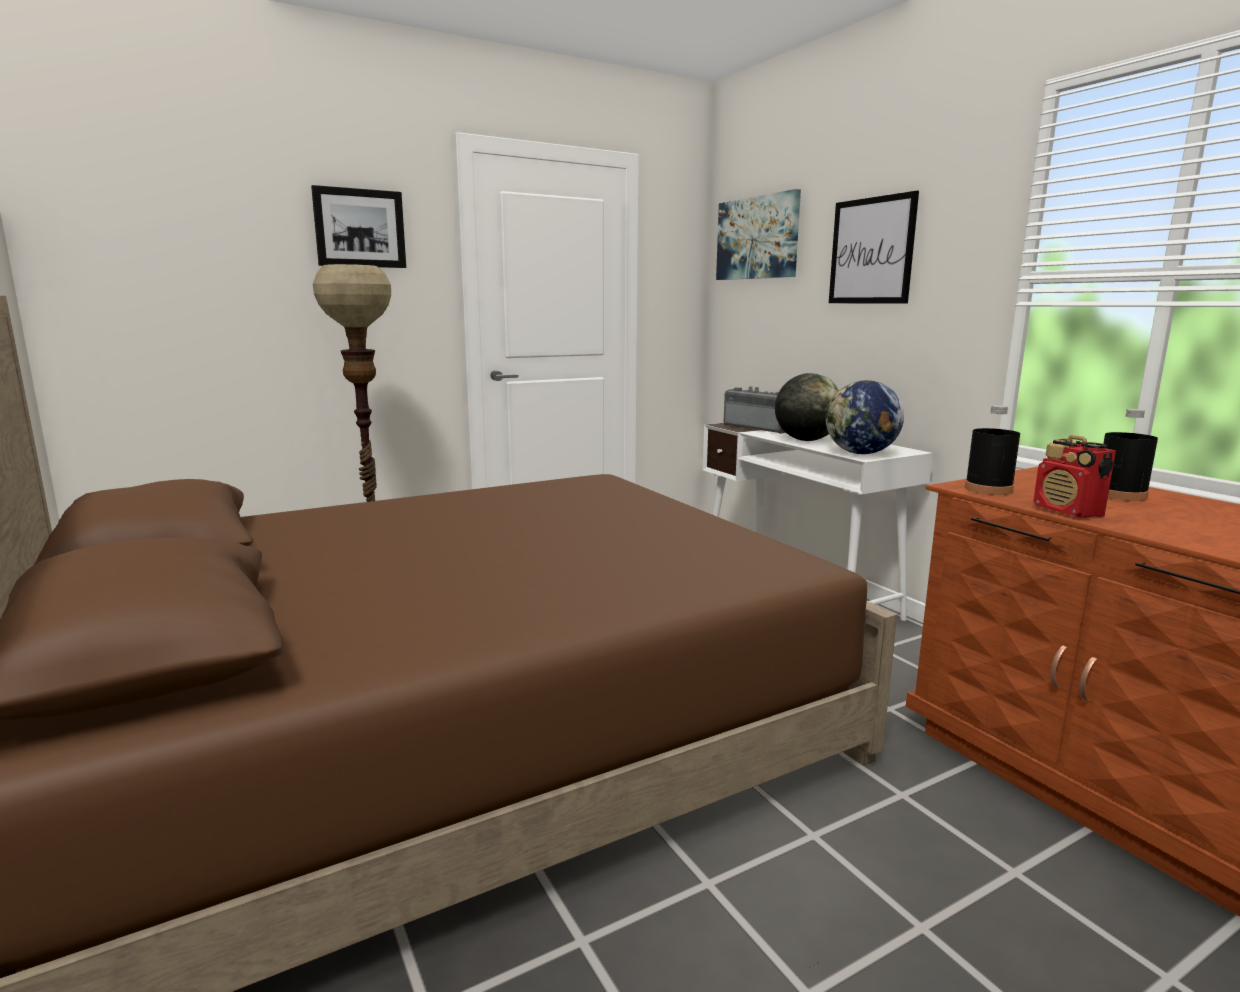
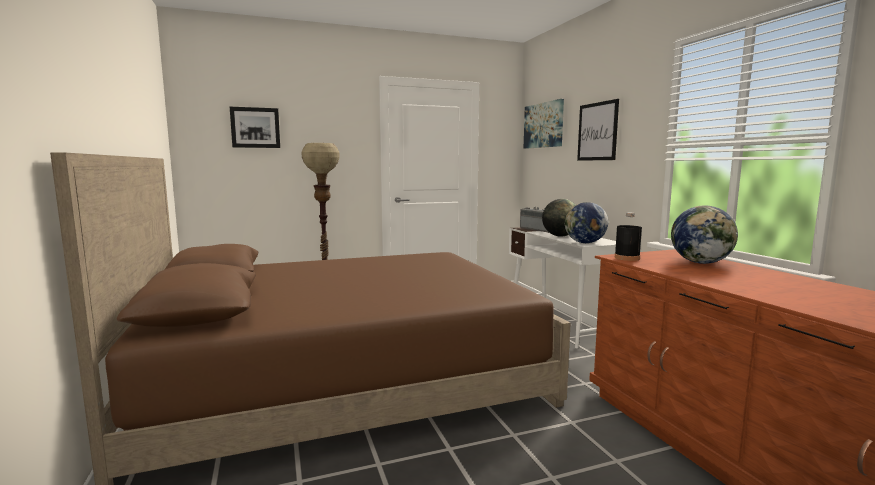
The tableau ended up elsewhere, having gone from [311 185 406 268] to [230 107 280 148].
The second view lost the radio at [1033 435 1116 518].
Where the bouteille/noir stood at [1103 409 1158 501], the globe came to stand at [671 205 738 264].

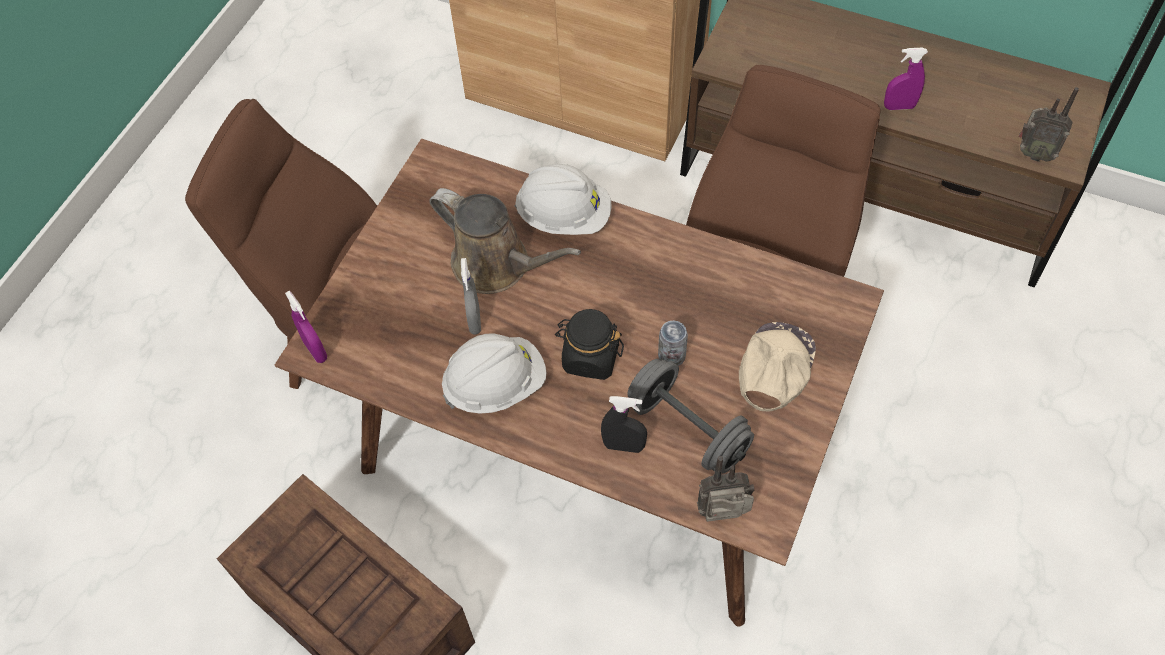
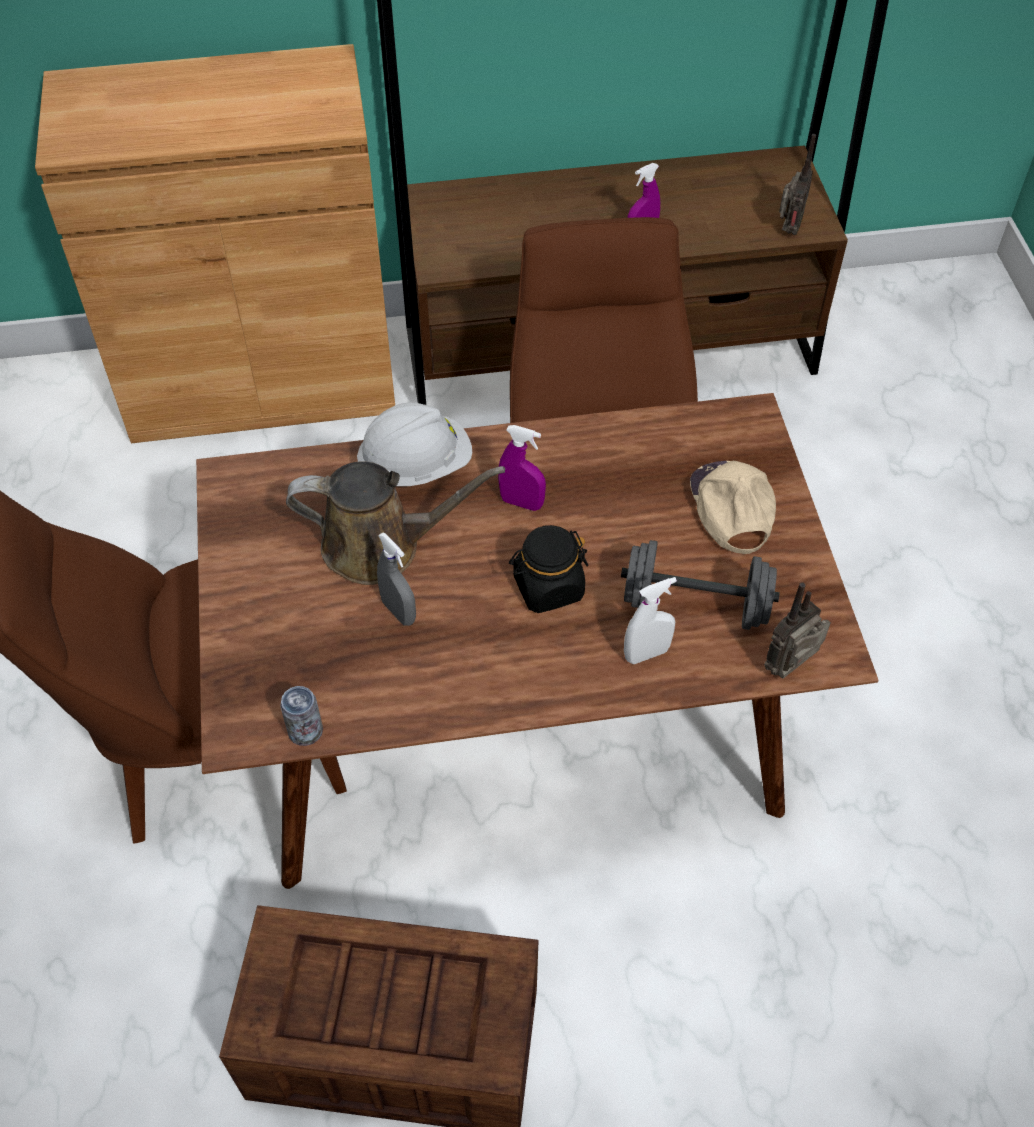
The vaporisateur/violet ended up elsewhere, having gone from [285 290 327 363] to [498 425 546 511].
The second view lost the casque de chantier/blanc at [442 334 546 414].
What was the vaporisateur/noir at [601 396 647 453] turned into the vaporisateur/blanc at [624 577 677 664].
The boîte métallique ended up elsewhere, having gone from [658 320 688 366] to [280 686 323 746].
The radio at [1019 87 1079 162] ended up facing another way, 60 degrees counterclockwise from before.

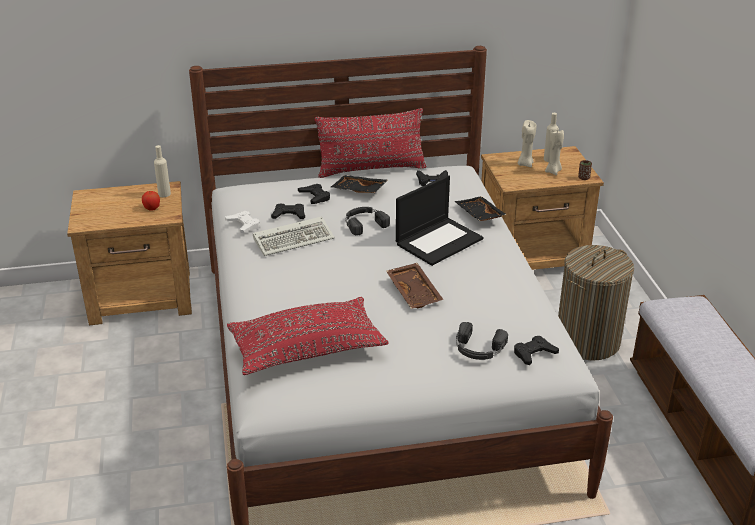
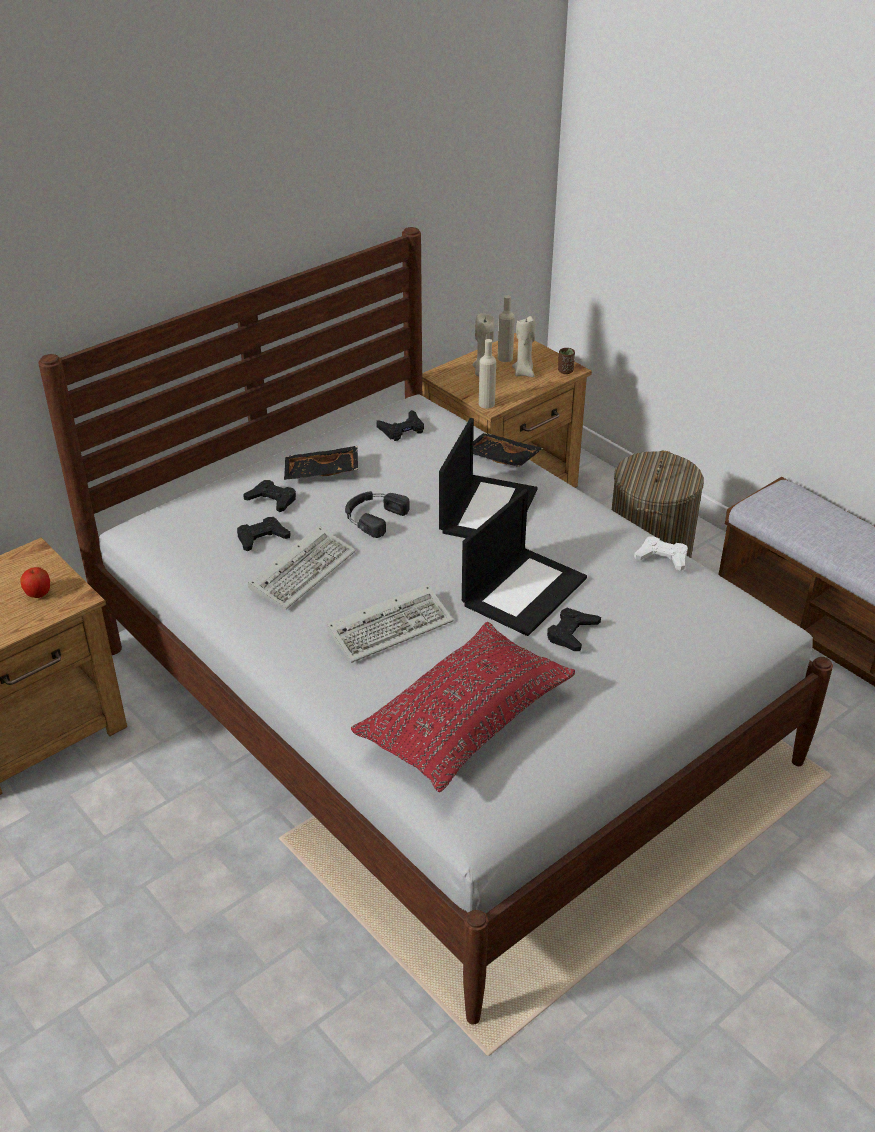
The bouteille/beige ended up elsewhere, having gone from [154 145 171 197] to [479 339 496 408].
The manette/blanc ended up elsewhere, having gone from [225 211 260 233] to [634 536 688 571].
The second view lost the coussin/rouge at [315 108 427 178].
Where the plateau/marron stood at [386 263 444 309], the ordinateur portable came to stand at [462 489 587 636].
The second view lost the casque audio/noir at [456 322 508 360].
The manette/noir ended up elsewhere, having gone from [514 336 559 365] to [547 608 601 651].
The second view gained the clavier at [327 585 454 663].

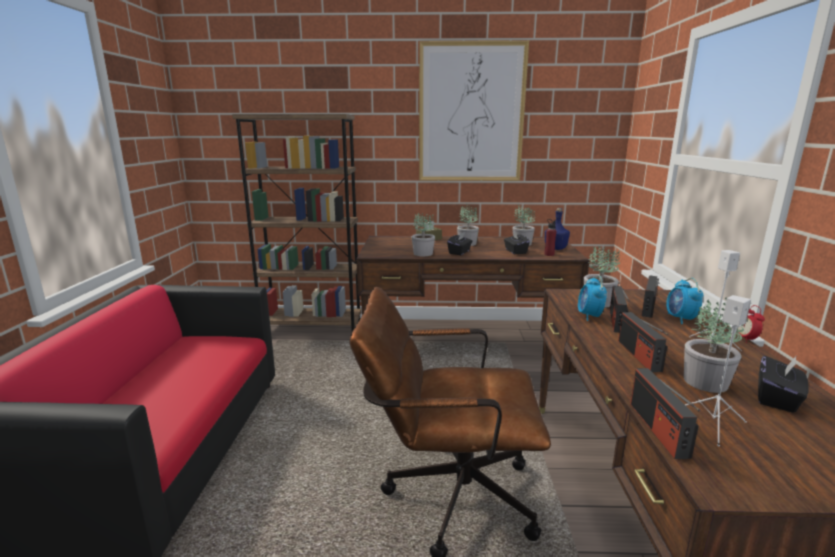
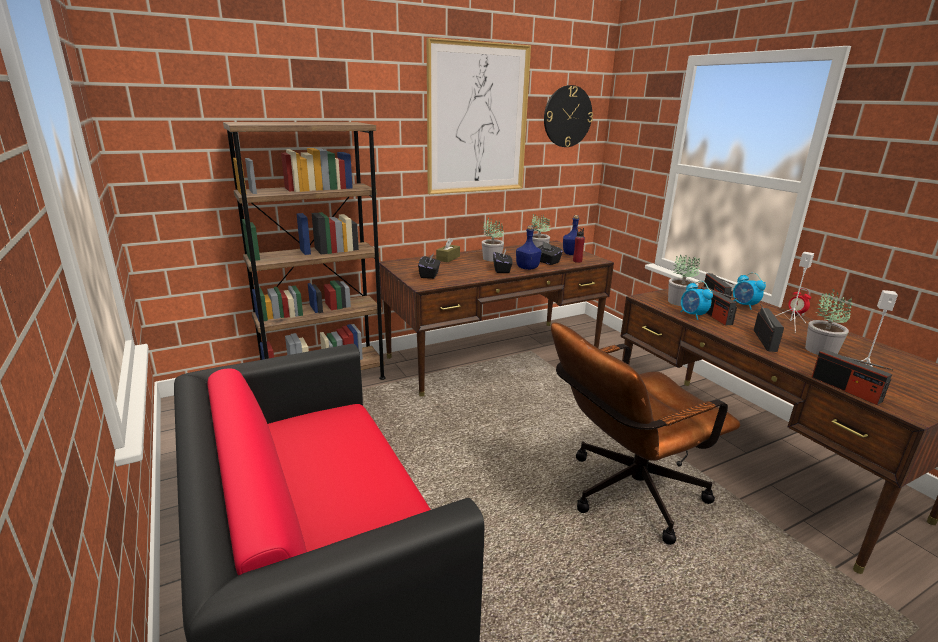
The second view lost the plante en pot at [411 213 435 256].
The radio at [618 312 669 372] ended up facing another way, 135 degrees counterclockwise from before.
The boîte à mouchoirs/noir ended up elsewhere, having gone from [758 356 809 413] to [418 253 441 279].
The second view gained the bouteille/bleu at [516 226 542 270].
The second view gained the horloge murale at [544 85 593 147].

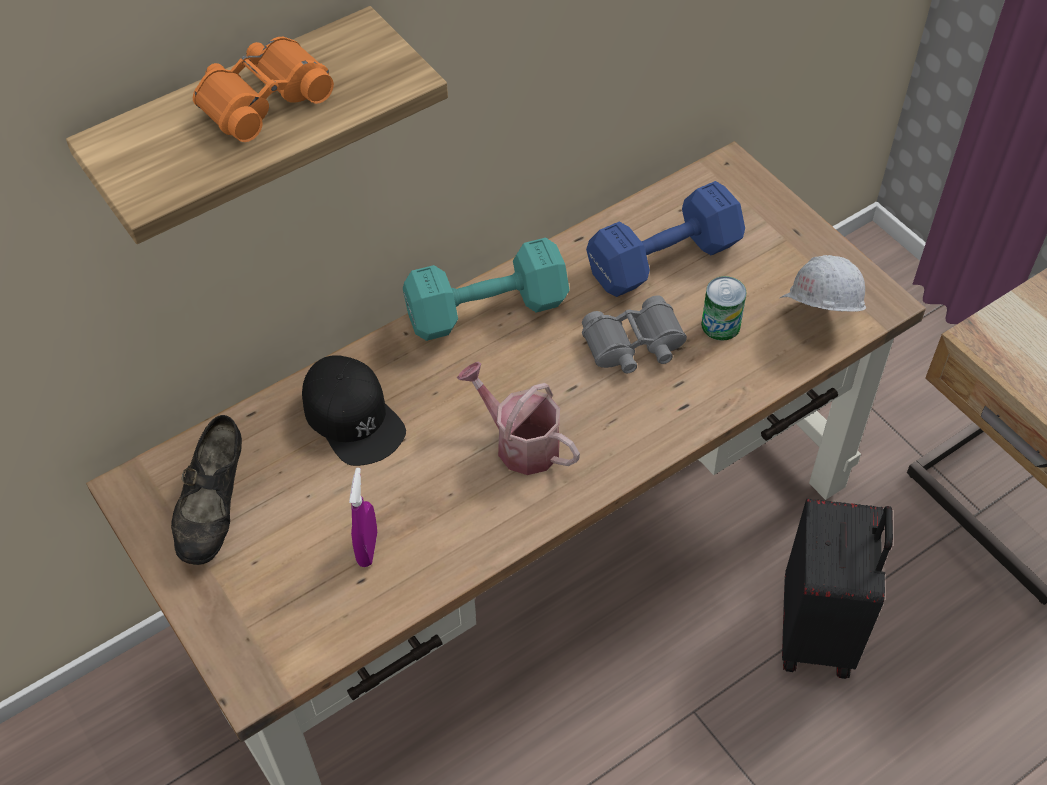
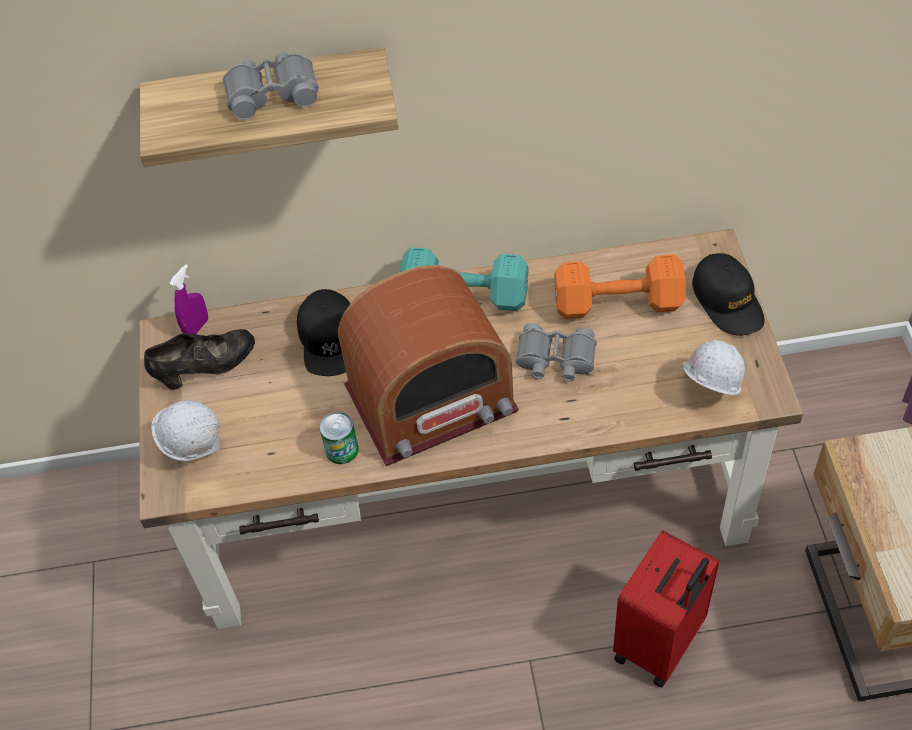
The chaussure/noir at [171 415 242 565] ended up facing another way, 150 degrees counterclockwise from before.
What was the jumelles/orange at [193 37 334 142] turned into the jumelles/gris at [223 52 319 120].
The vaporisateur/violet ended up elsewhere, having gone from [349 468 377 567] to [169 264 208 334].
Where the arrosoir stood at [457 362 580 475], the radio came to stand at [338 265 519 466].
What was the haltère/bleu at [586 181 745 297] turned into the haltère/orange at [554 255 686 319].
The boîte métallique ended up elsewhere, having gone from [701 276 747 341] to [319 412 359 464].
What was the valise/noir at [782 499 893 679] turned into the valise/rouge at [613 530 719 687].
The second view gained the casque de chantier/blanc at [151 401 220 461].
The second view gained the casquette/noir at [692 253 765 336].

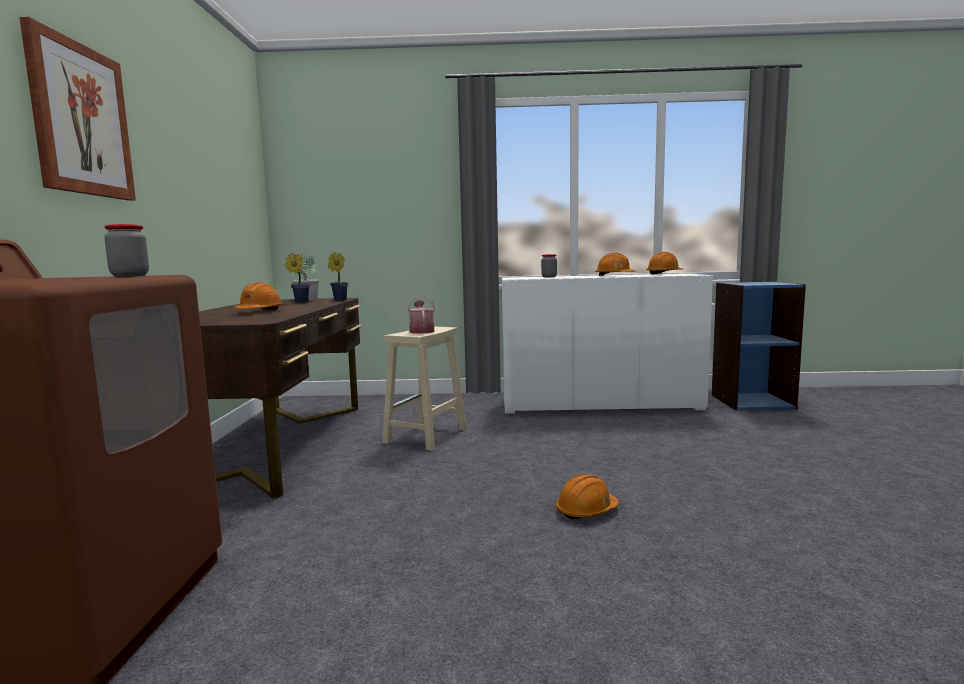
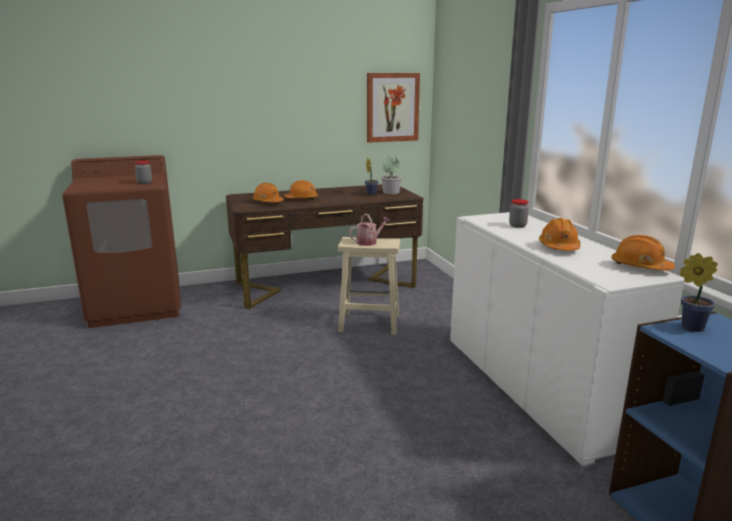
The tableau ended up elsewhere, having gone from [19 17 136 201] to [367 73 420 143].
The plante en pot ended up elsewhere, having gone from [328 252 348 301] to [680 253 718 332].
The casque de chantier/orange ended up elsewhere, having gone from [556 474 619 520] to [252 183 284 202].

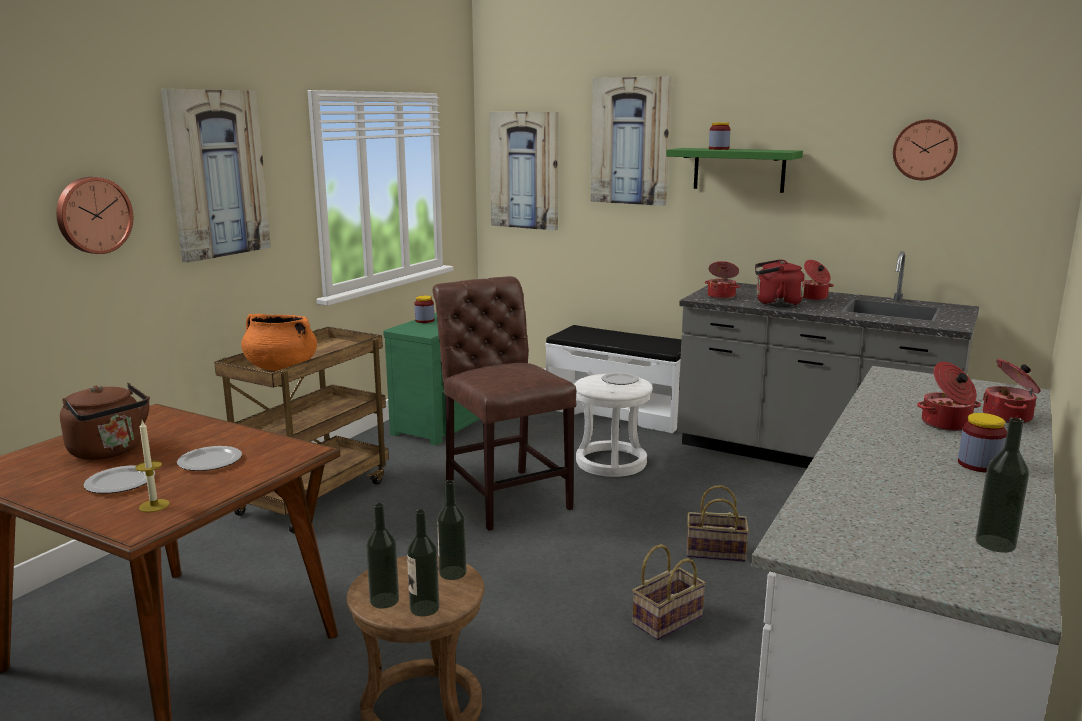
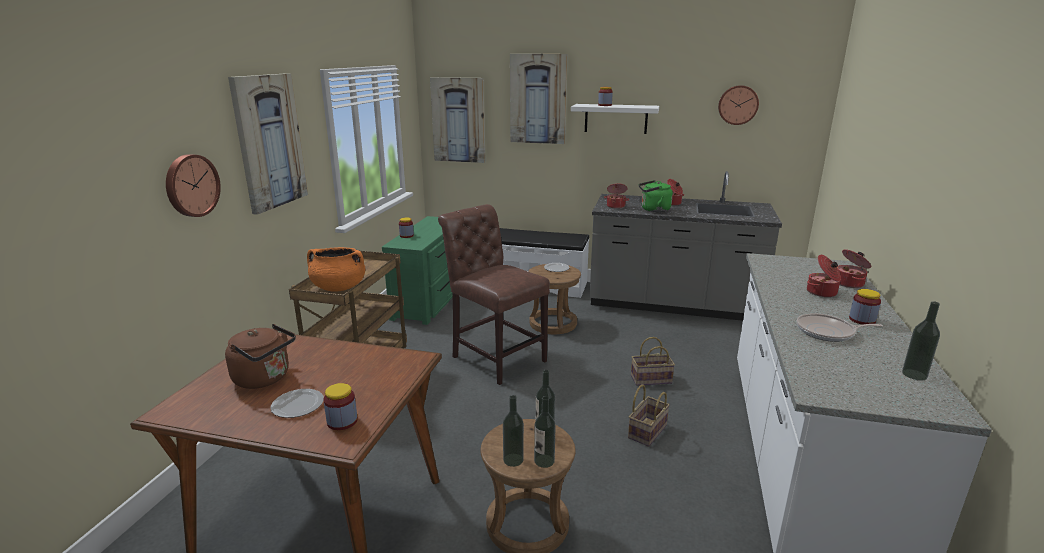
Where the bougie stood at [135 421 170 512], the bocal came to stand at [323 383 357 430].
The second view lost the assiette at [177 446 242 471].
What was the tabouret/blanc at [574 374 653 477] turned into the tabouret/marron at [528 264 581 334].
What was the étagère/vert at [666 148 803 193] turned into the étagère/blanc at [571 104 659 134].
What was the bouilloire/rouge at [755 259 805 307] turned into the bouilloire/vert at [639 180 673 212].
The second view gained the poêle at [797 313 883 342].

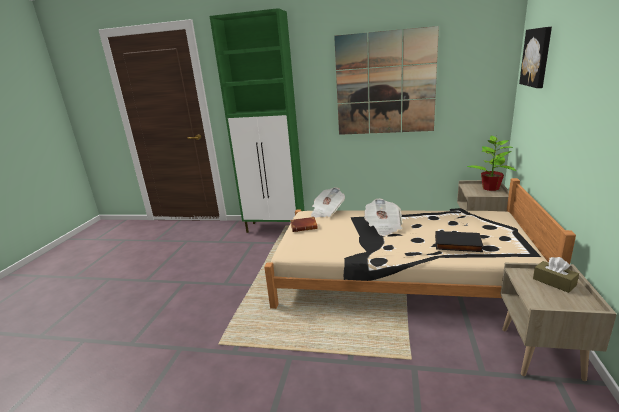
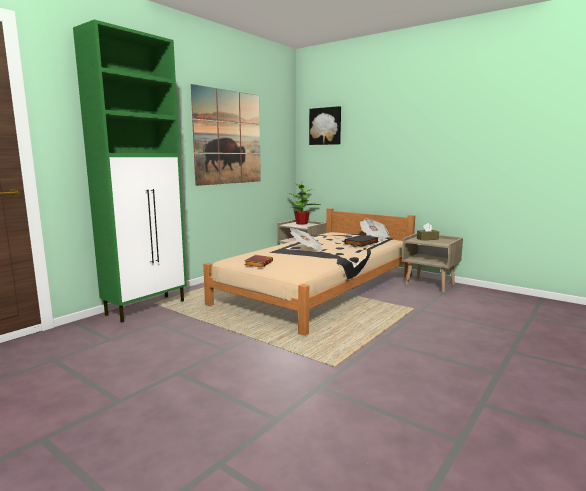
The journal ended up elsewhere, having gone from [311 187 345 217] to [360 219 390 241].

